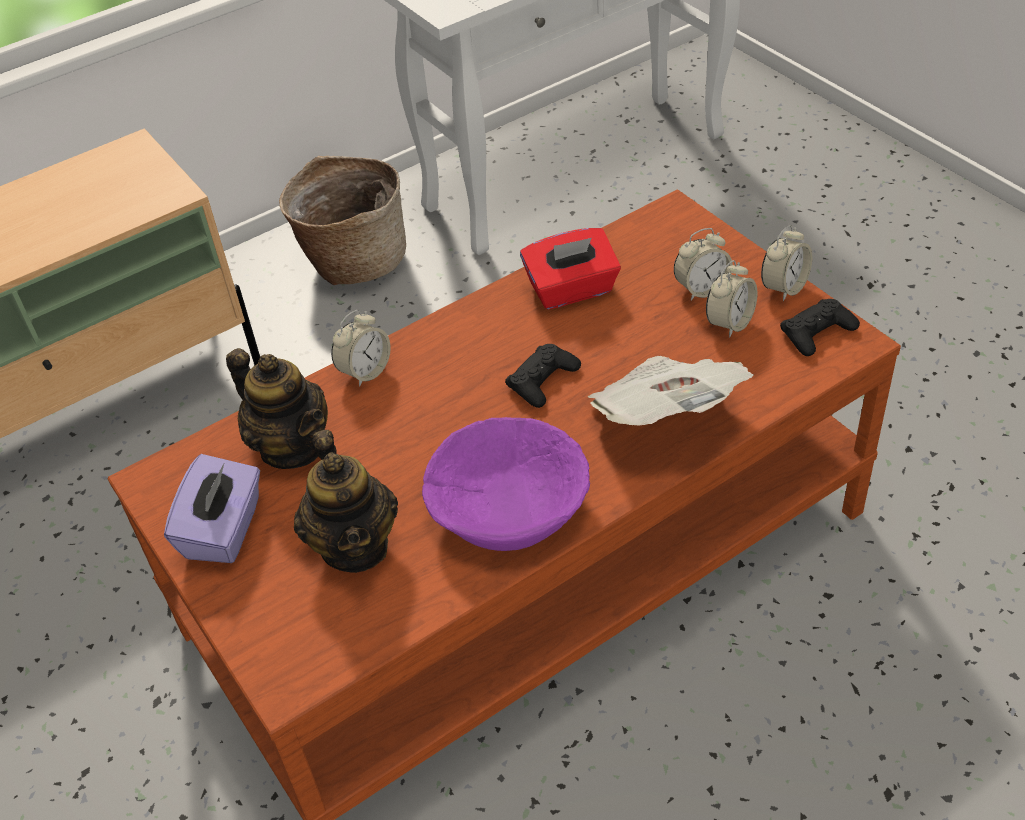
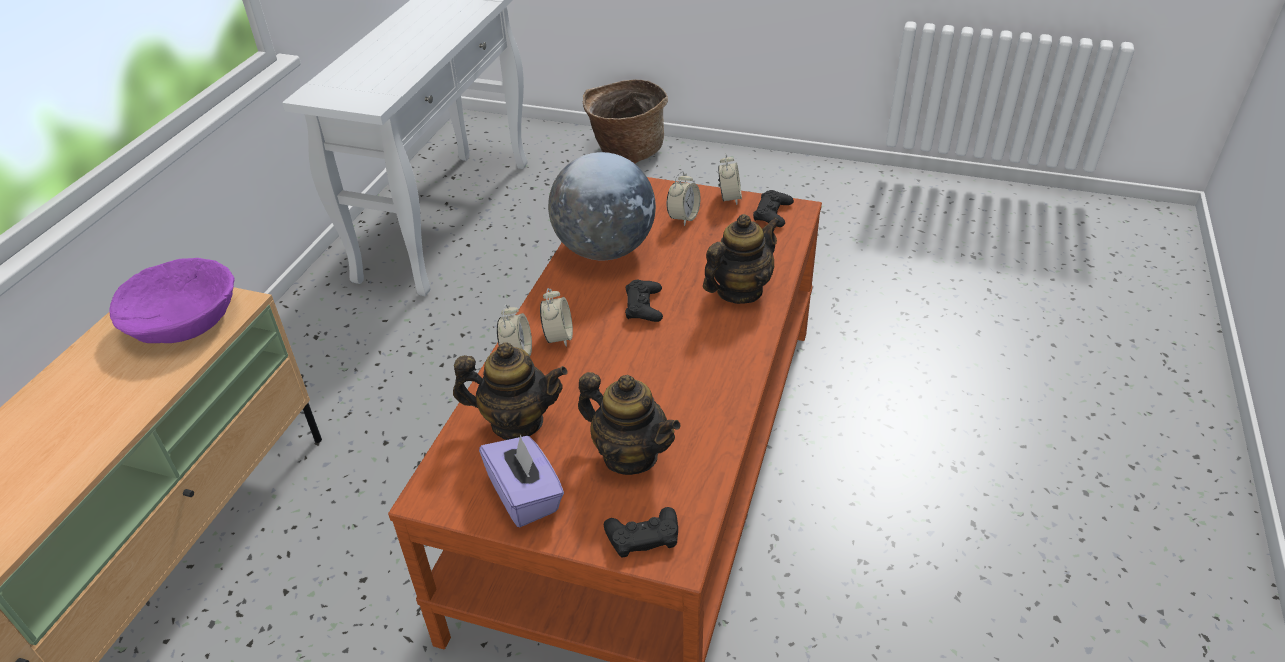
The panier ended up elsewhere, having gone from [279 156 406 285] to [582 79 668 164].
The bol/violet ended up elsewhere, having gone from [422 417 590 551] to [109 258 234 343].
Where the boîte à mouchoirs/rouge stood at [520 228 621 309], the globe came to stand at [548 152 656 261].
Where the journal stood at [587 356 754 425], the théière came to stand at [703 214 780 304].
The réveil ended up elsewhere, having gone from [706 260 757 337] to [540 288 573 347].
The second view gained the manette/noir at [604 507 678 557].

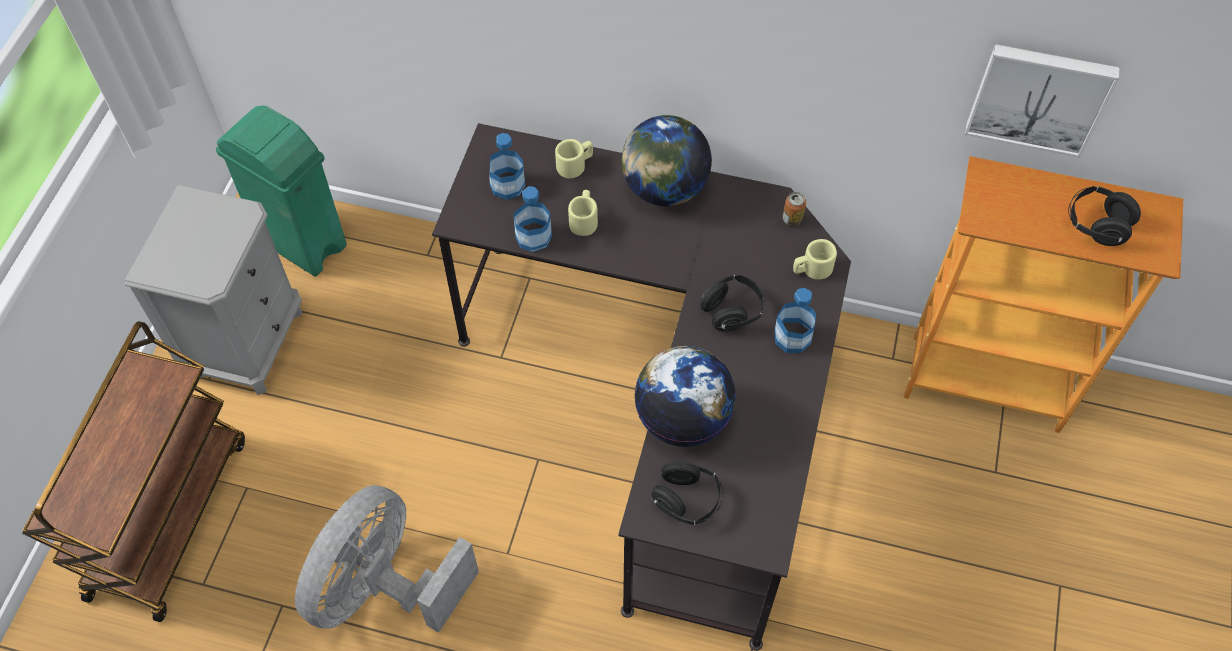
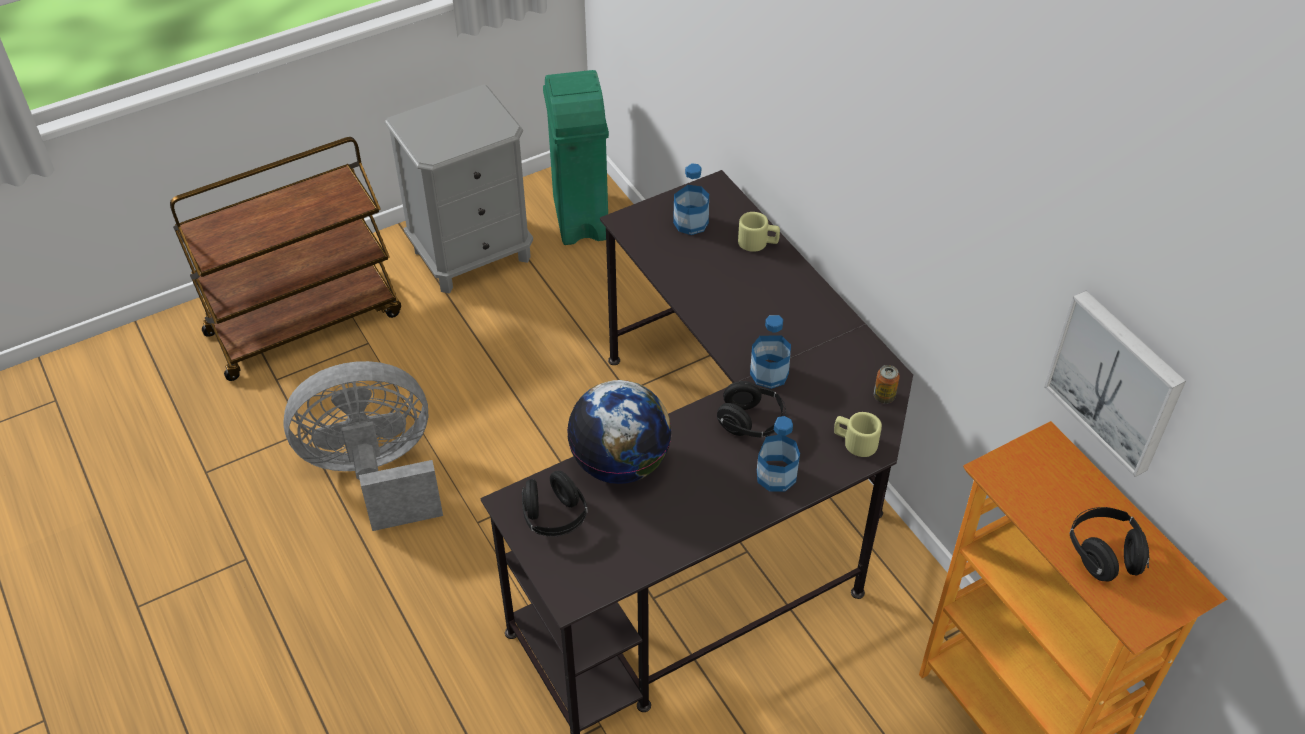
The bouteille ended up elsewhere, having gone from [513 186 552 252] to [750 315 791 389].
The second view lost the mug/beige at [568 190 598 236].
The second view lost the globe at [621 115 712 206].

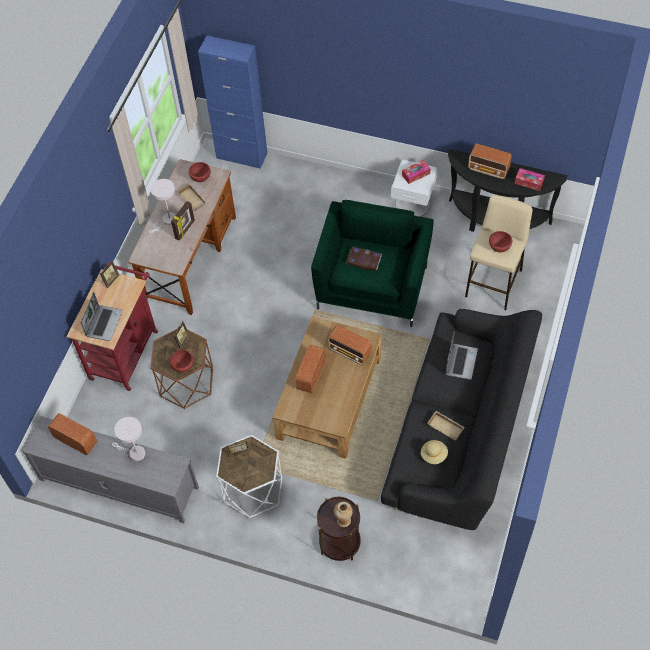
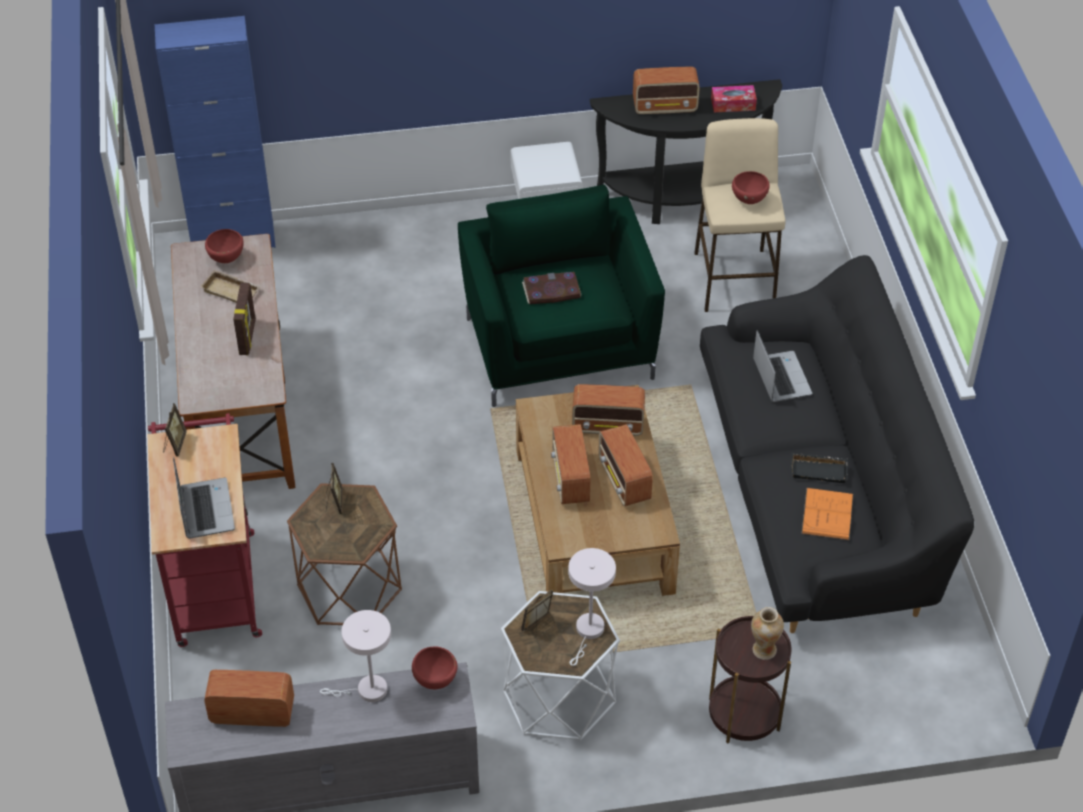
The lampe de table/blanc ended up elsewhere, having gone from [149 179 176 233] to [568 548 616 666].
The bol/rouge ended up elsewhere, having gone from [170 350 193 373] to [412 646 457 689].
The second view lost the boîte à mouchoirs at [402 160 430 184].
Where the chapeau/beige stood at [421 440 448 464], the livre/orange came to stand at [802 488 853 540].
What was the plateau/beige at [427 411 465 441] turned into the plateau/noir at [790 453 848 483].
The second view gained the radio at [598 424 653 506].

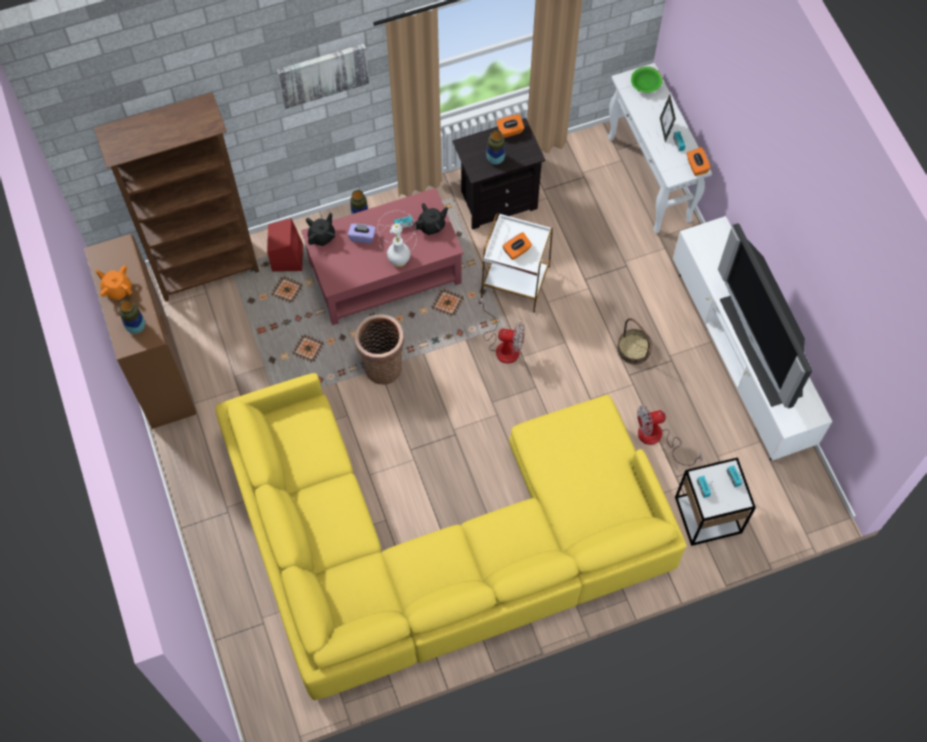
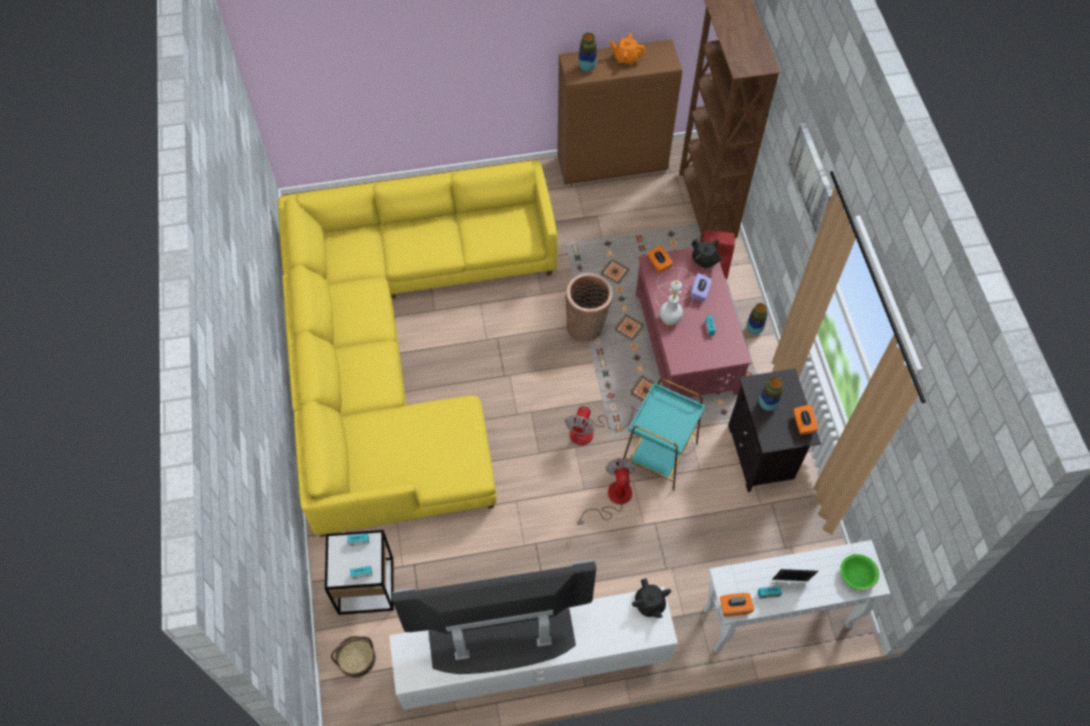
The théière/orange at [95 265 132 300] ended up facing another way, 120 degrees counterclockwise from before.
The théière/noir ended up elsewhere, having gone from [414 203 448 235] to [632 578 671 618].
What was the table d'appoint/blanc at [481 213 553 314] turned into the table d'appoint/turquoise at [623 379 705 491].
The boîte à mouchoirs/orange ended up elsewhere, having gone from [503 232 532 260] to [647 245 673 273].
The panier ended up elsewhere, having gone from [617 318 652 365] to [331 636 376 678].
The ventilateur ended up elsewhere, having gone from [637 405 703 466] to [577 458 637 525].

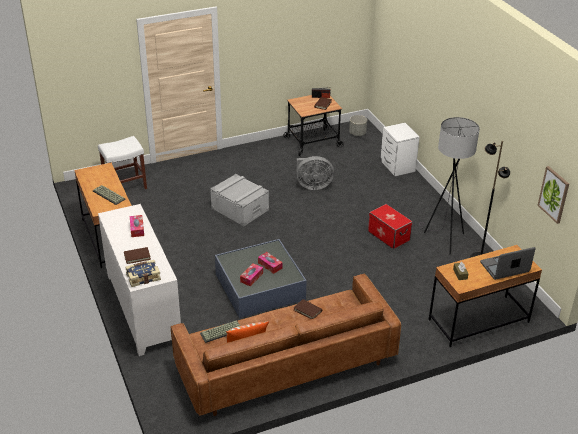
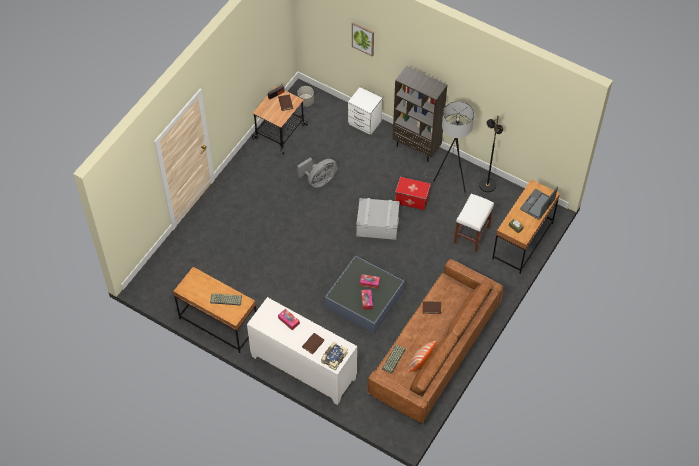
The tabouret/blanc ended up elsewhere, having gone from [98 136 147 189] to [454 194 494 252].
The boîte de rangement/gris ended up elsewhere, having gone from [210 174 269 227] to [356 198 400 240].
The tableau ended up elsewhere, having gone from [537 166 569 224] to [352 22 374 57].
The second view gained the bibliothèque/marron at [393 66 447 162].

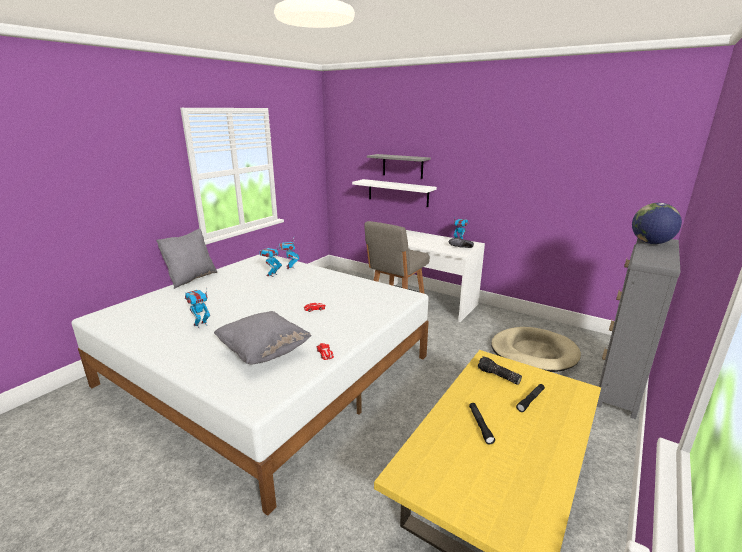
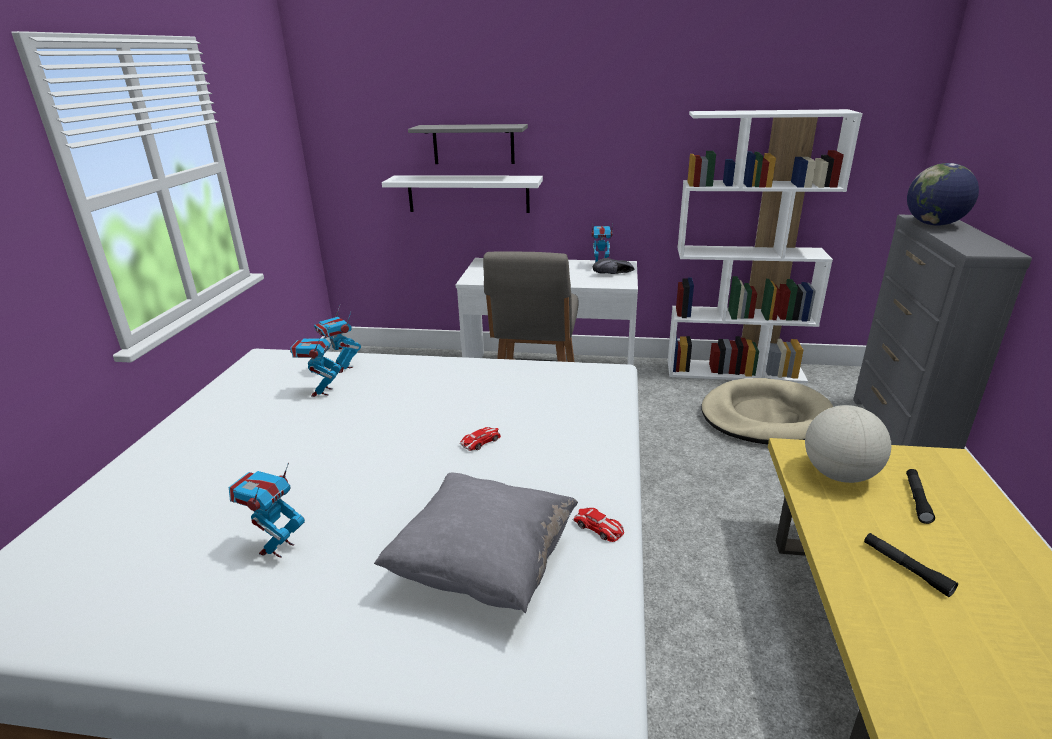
The second view lost the coussin/gris at [156 229 217 289].
Where the lampe de poche stood at [478 356 522 385], the globe came to stand at [805 405 891 483].
The second view gained the bibliothèque/blanc at [668 109 863 383].

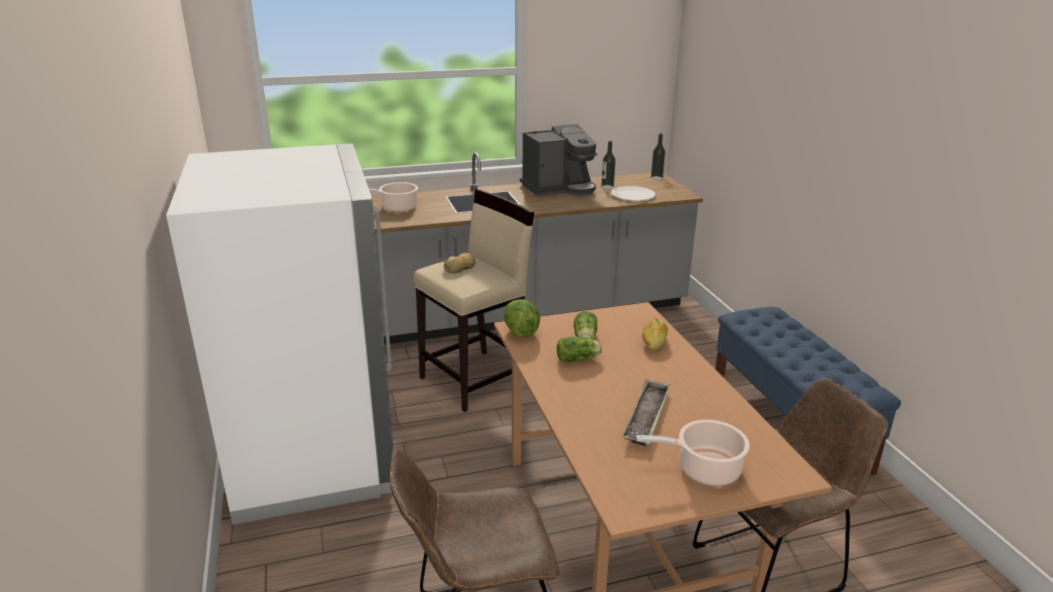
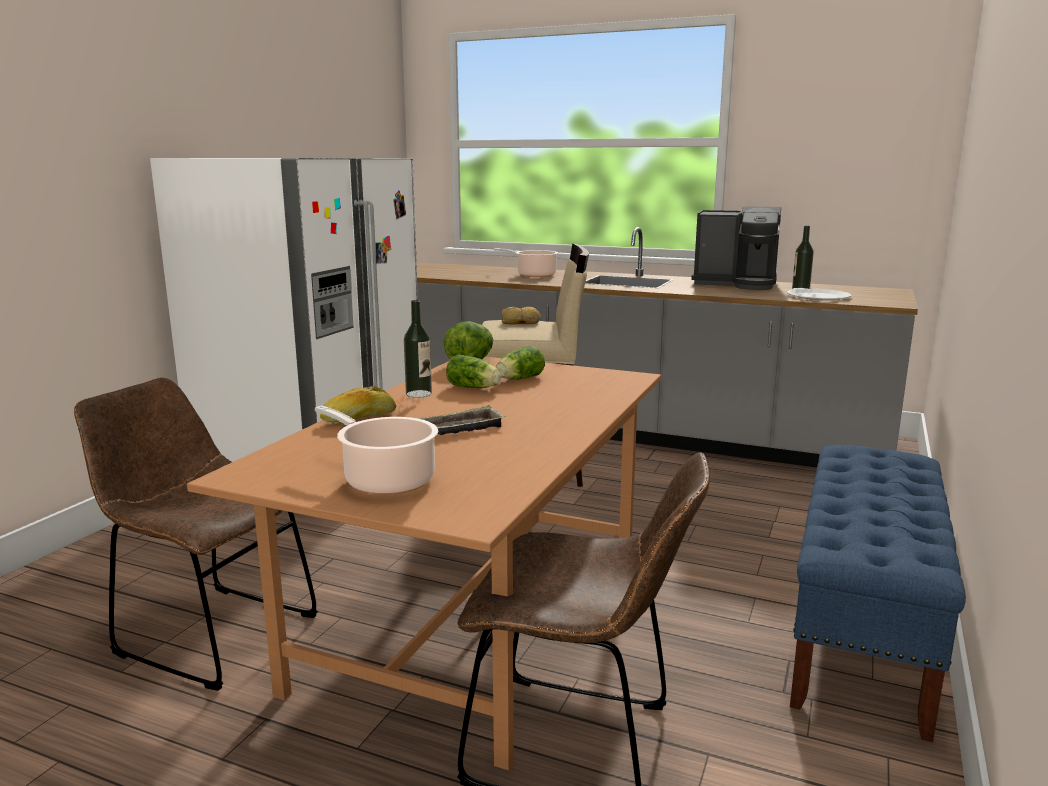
The pain ended up elsewhere, having gone from [642 318 668 351] to [320 386 396 424].
The bouteille ended up elsewhere, having gone from [651 134 665 180] to [404 300 432 398].

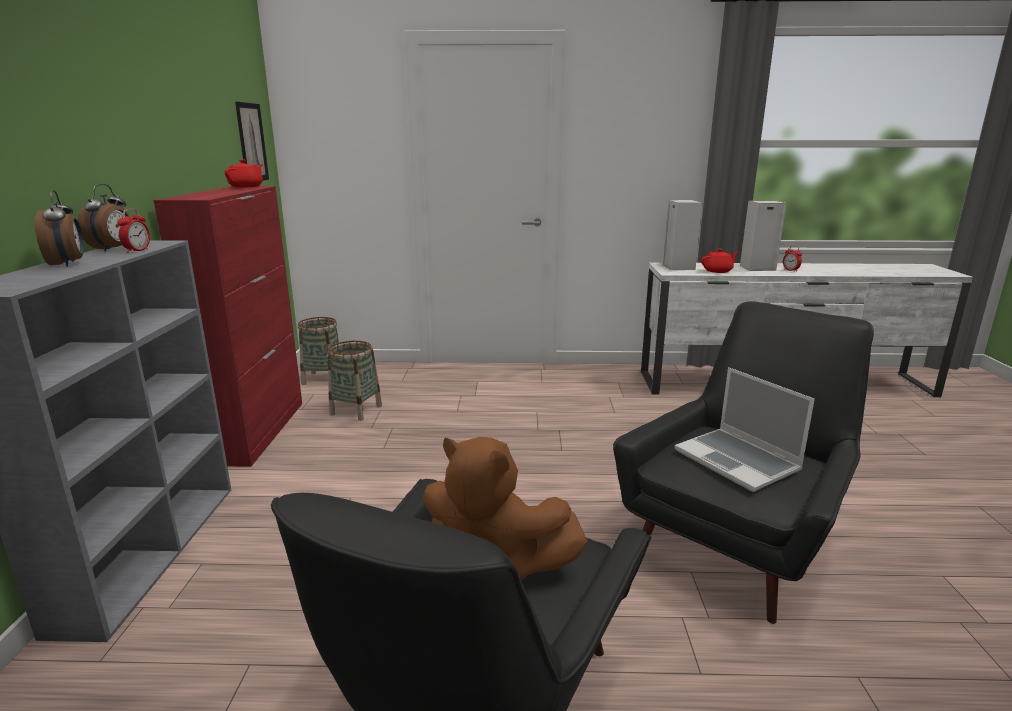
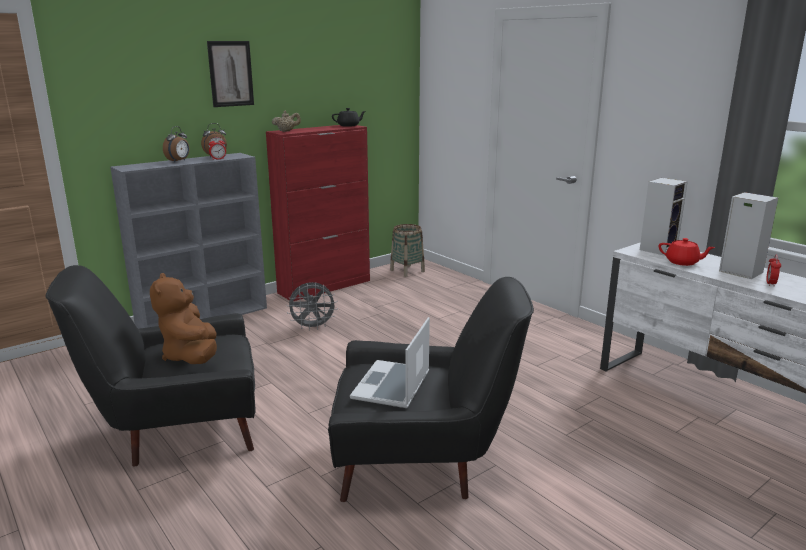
What was the théière/rouge at [224 160 263 188] turned into the théière/noir at [332 108 366 127].
The tableau ended up elsewhere, having gone from [235 102 269 180] to [207 41 254 107].
The second view lost the panier at [328 340 382 421].
The second view gained the théière/beige at [272 110 301 132].
The second view gained the ventilateur/gris at [287 282 338 331].

